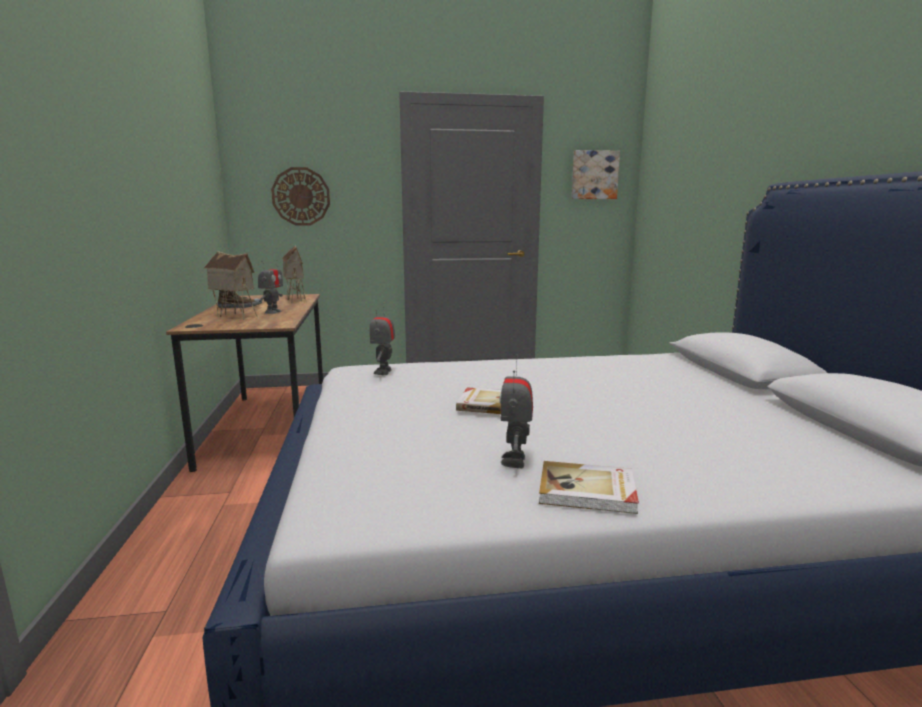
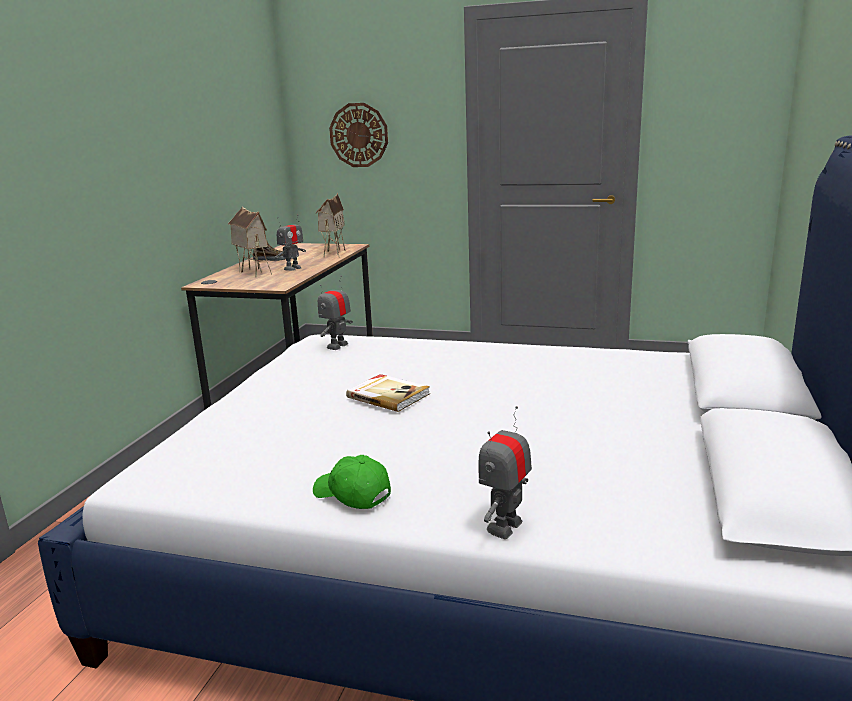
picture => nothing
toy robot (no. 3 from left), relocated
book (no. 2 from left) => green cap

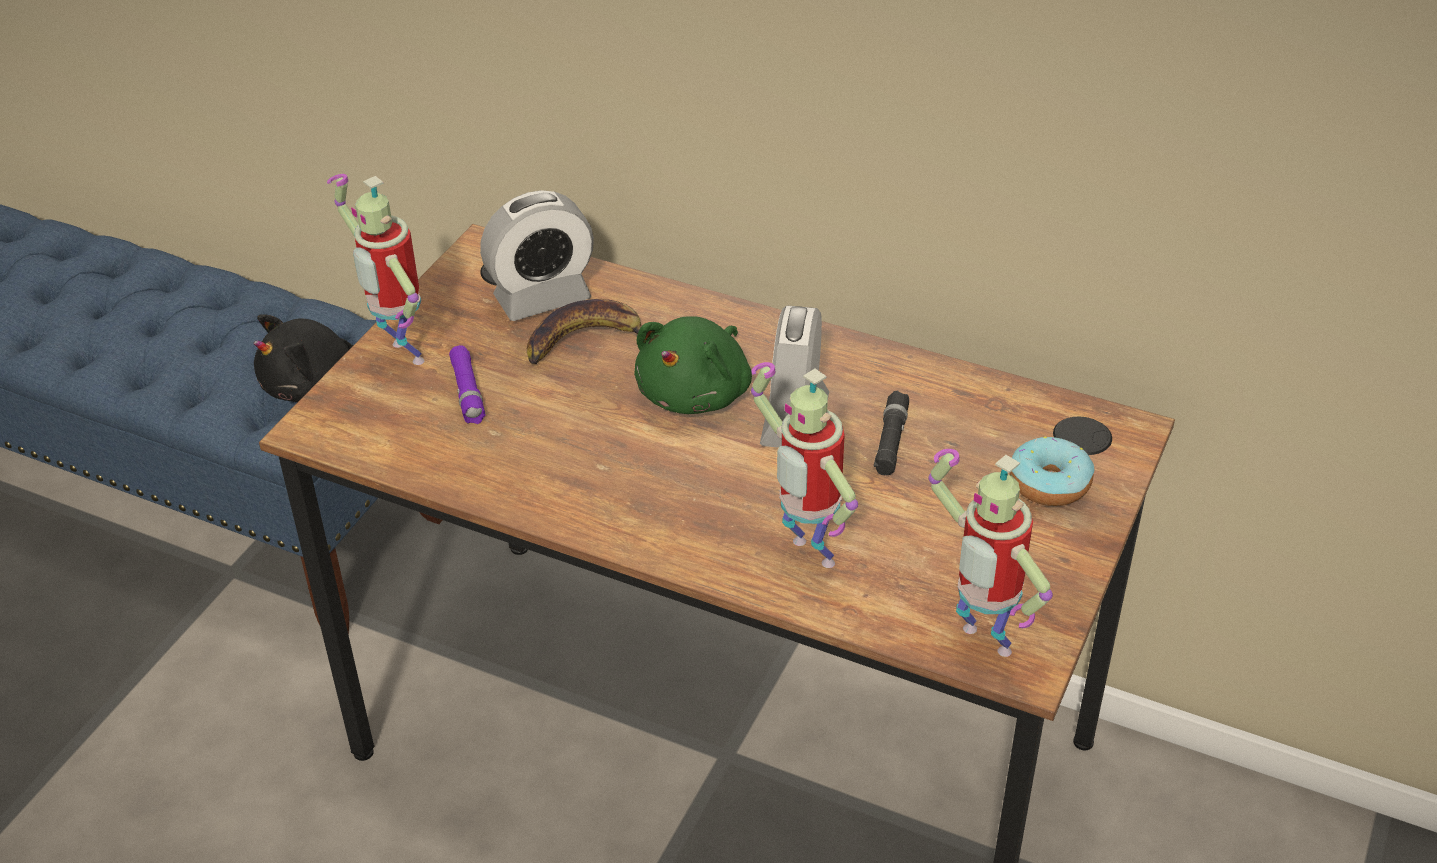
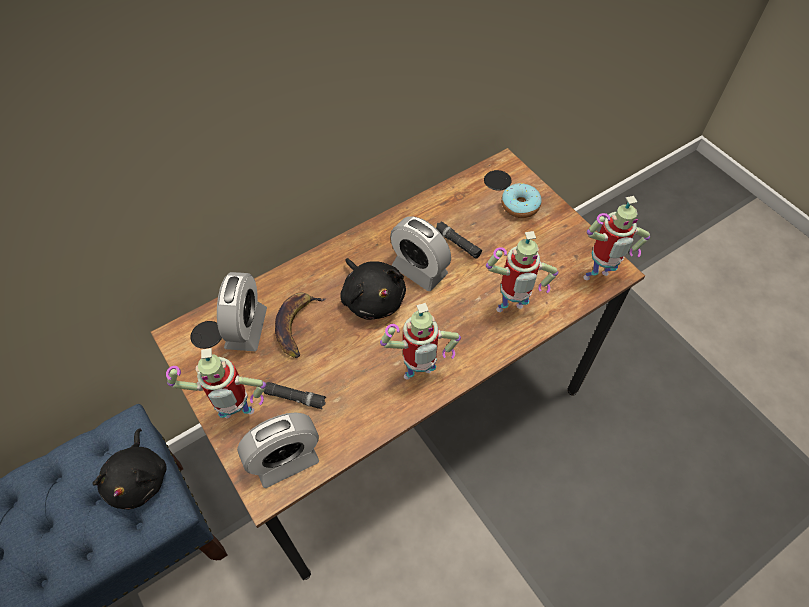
green plush toy => black plush toy (no. 2 from left)
purple flashlight => black flashlight (no. 1 from left)
nothing => toy robot (no. 2 from left)
nothing => alarm clock (no. 2 from left)

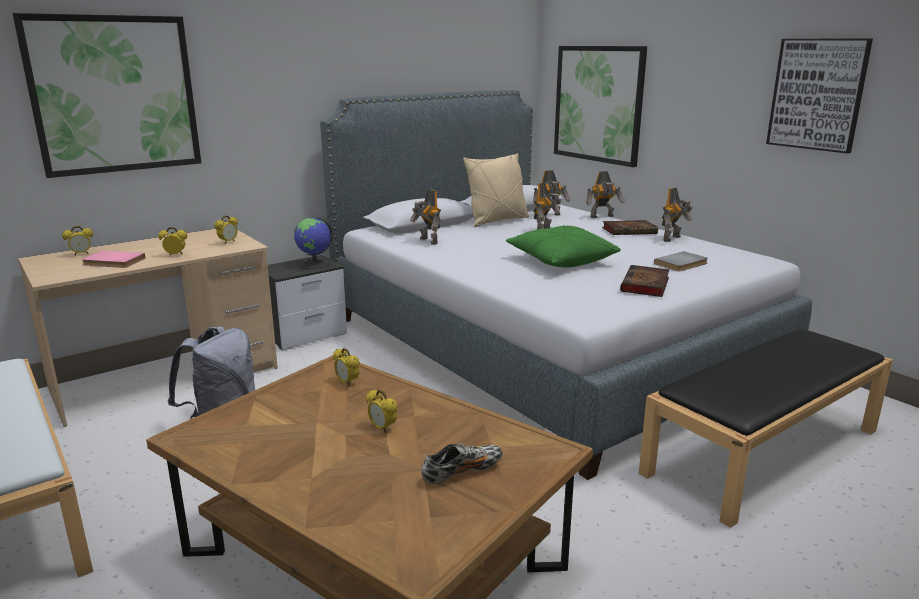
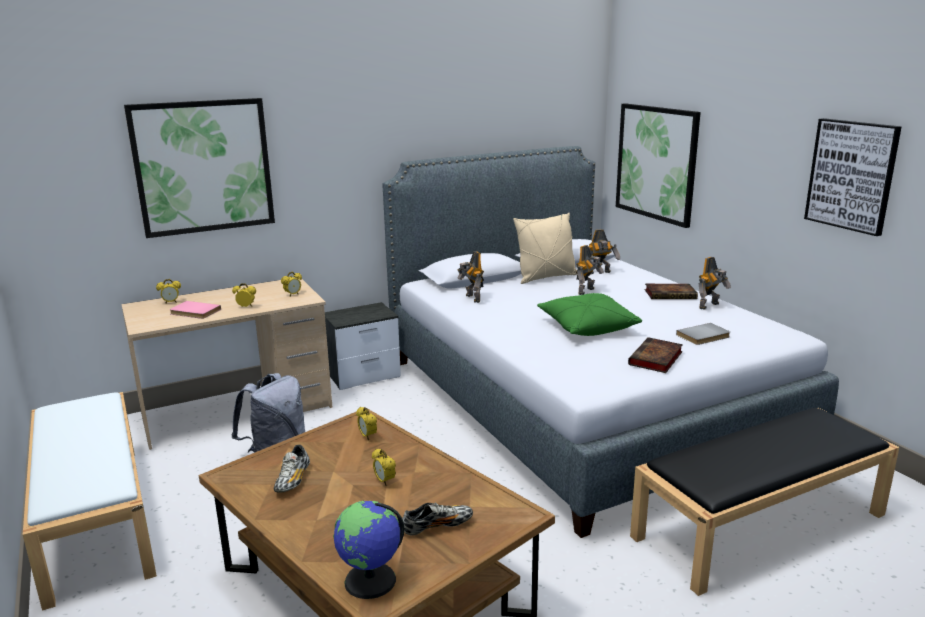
toy robot (no. 4 from left) => nothing
globe, relocated
nothing => shoe (no. 1 from left)

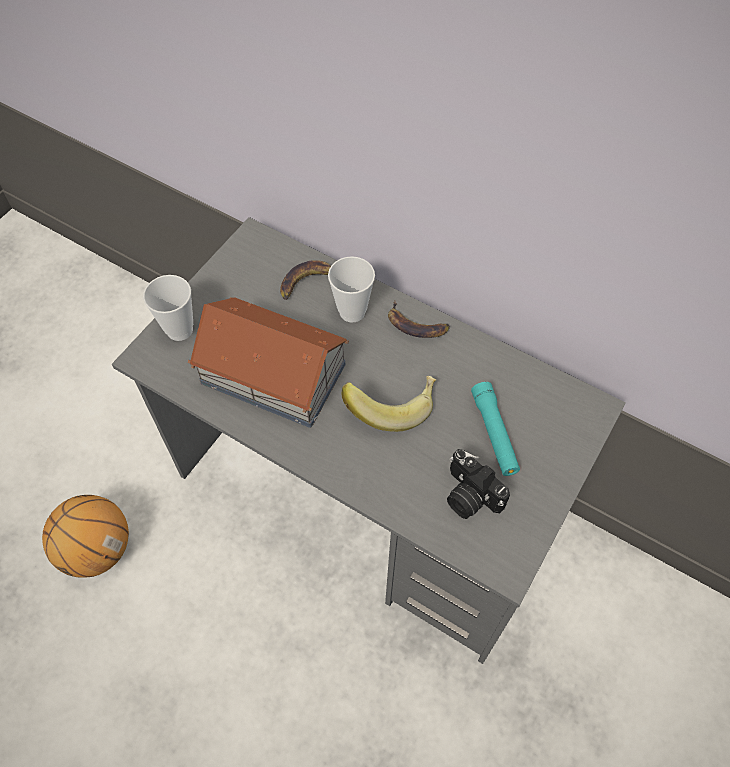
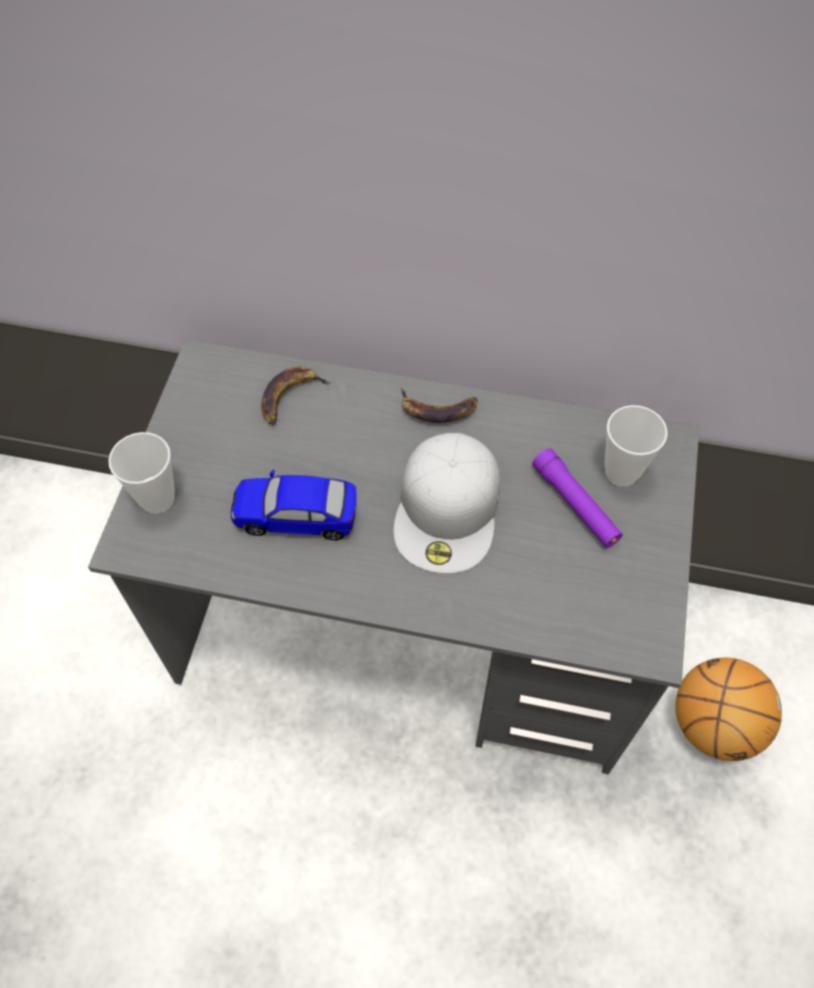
cup (no. 2 from left), relocated
toy house => toy car
banana (no. 2 from left) => white cap
turquoise flashlight => purple flashlight
photo camera => nothing
basketball, relocated

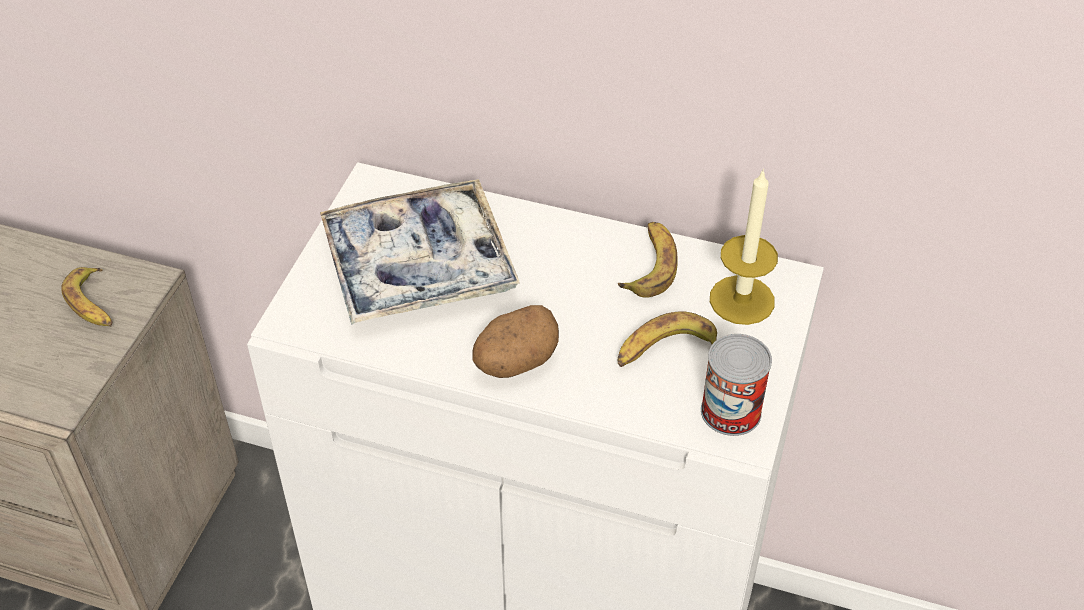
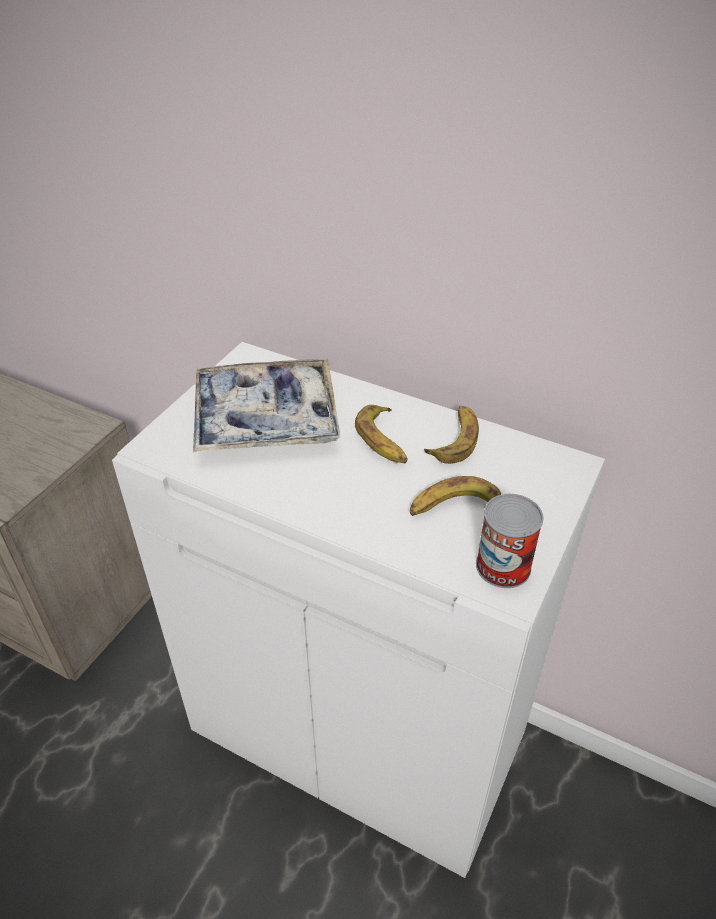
candle => nothing
banana (no. 1 from left), relocated
potato => nothing

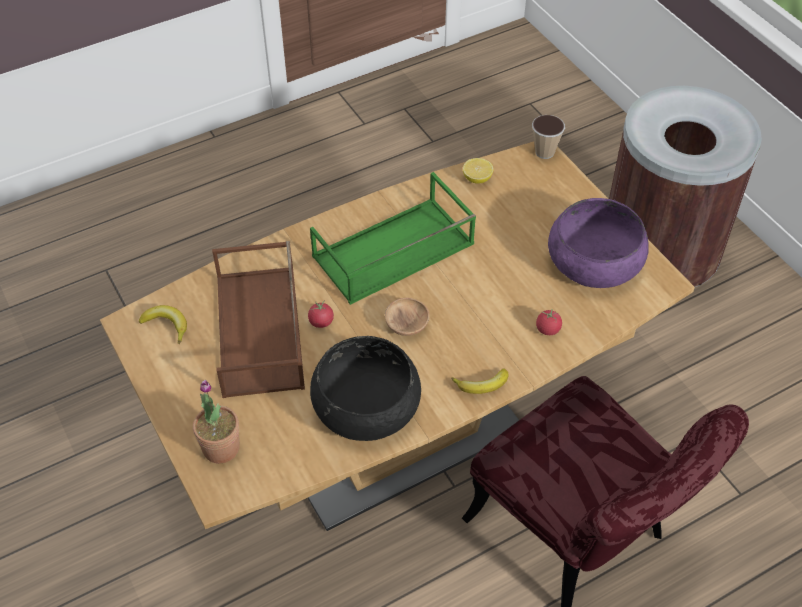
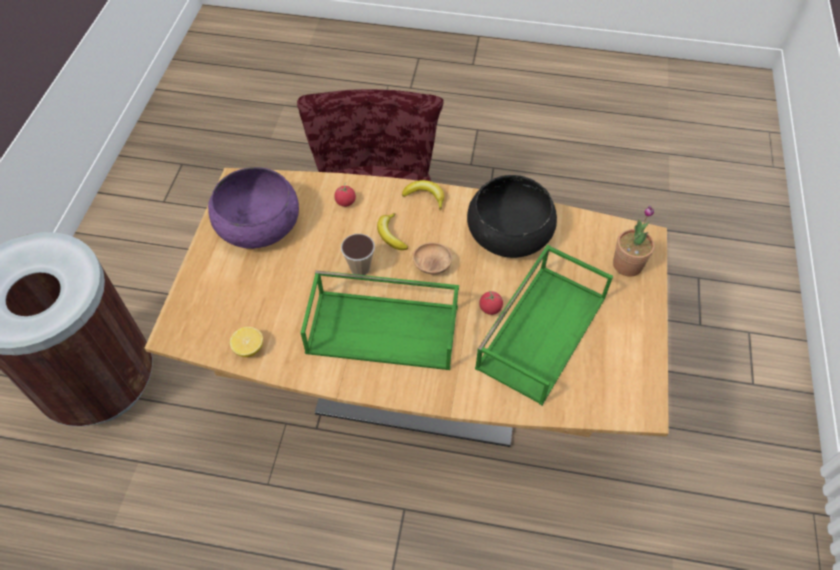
cup, relocated
brown tray => green tray (no. 2 from left)
banana (no. 1 from left), relocated

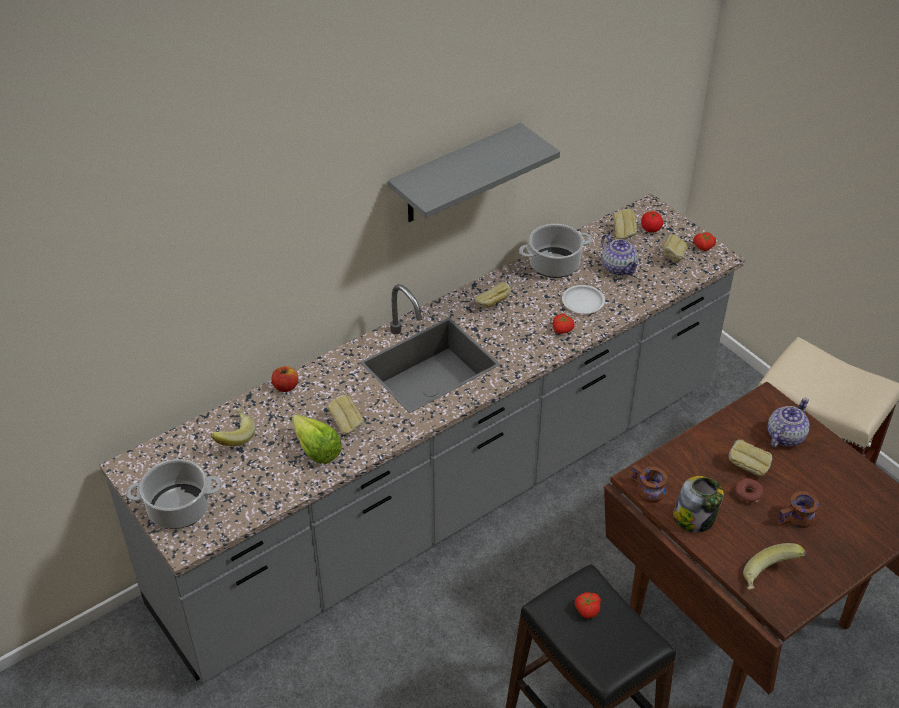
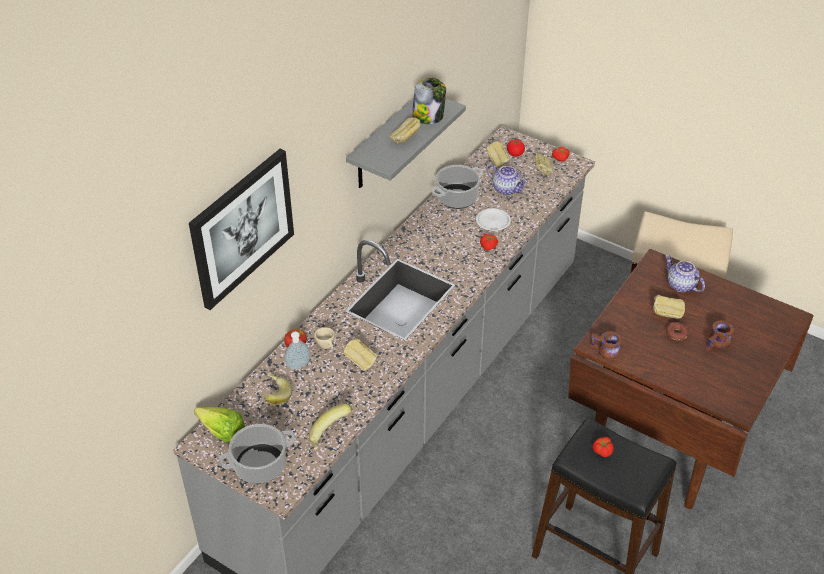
bread (no. 2 from left), relocated
teapot (no. 2 from left), 60 degrees counterclockwise
lettuce, relocated
jar, relocated
banana (no. 2 from left), relocated
nothing => picture
nothing => beige cup
nothing => soap dispenser

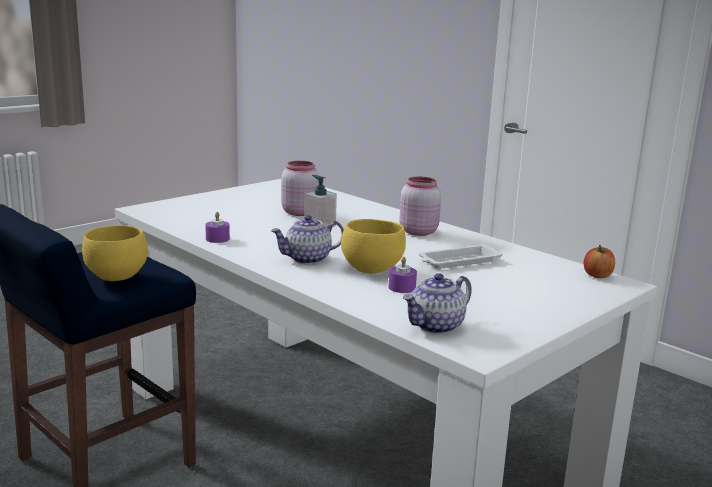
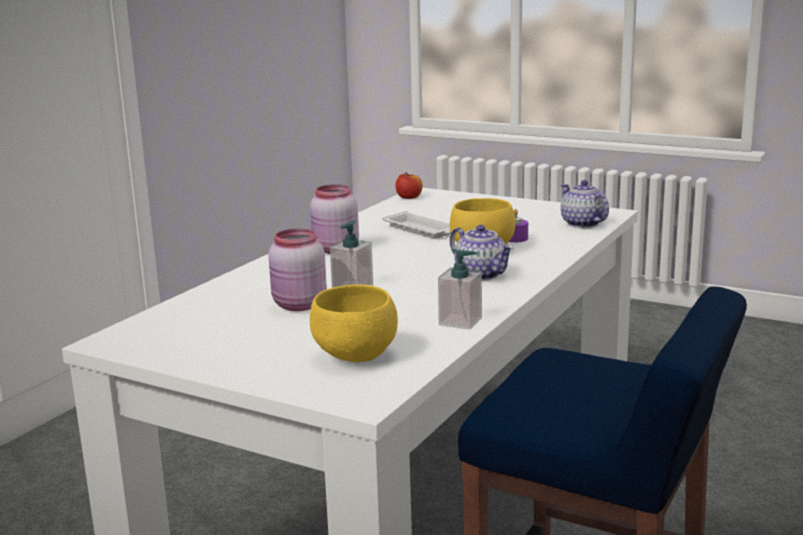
purple candle (no. 1 from left) => soap dispenser (no. 2 from left)
yellow bowl (no. 1 from left), relocated
teapot (no. 2 from left), 150 degrees counterclockwise

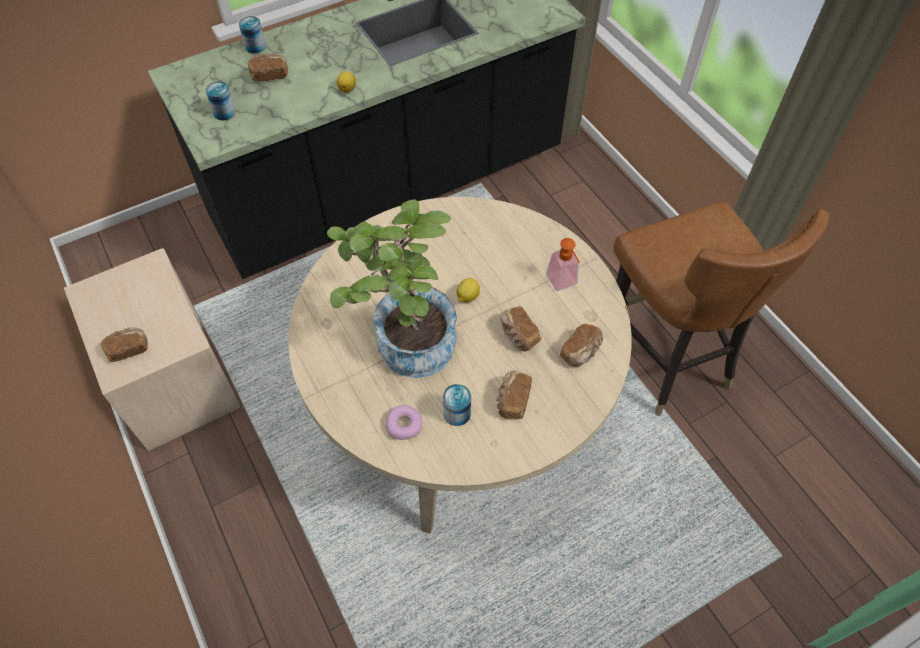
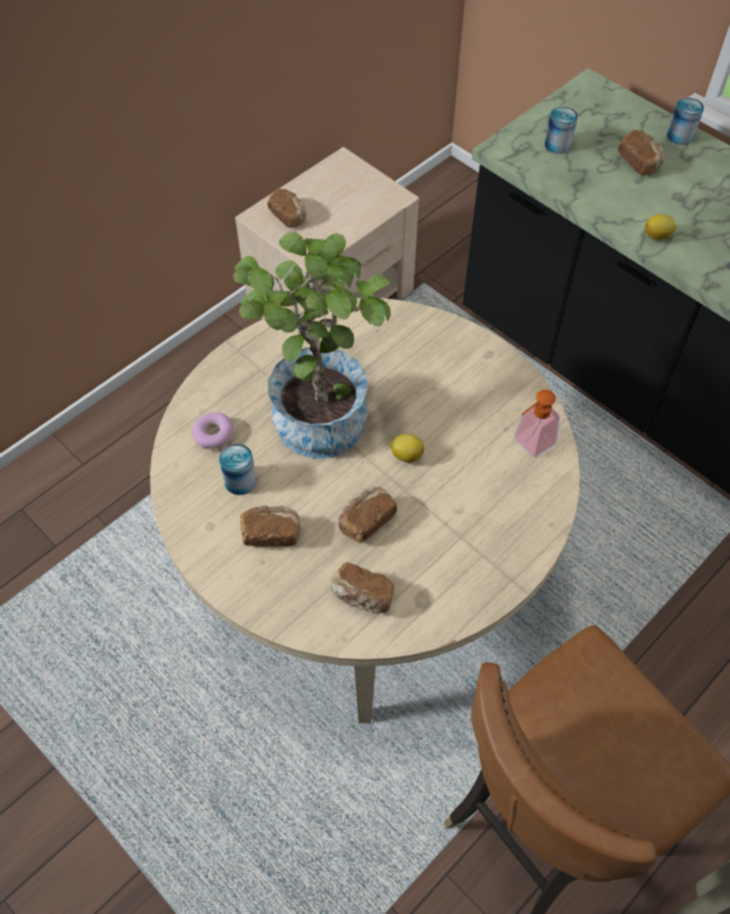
soap dispenser, relocated

